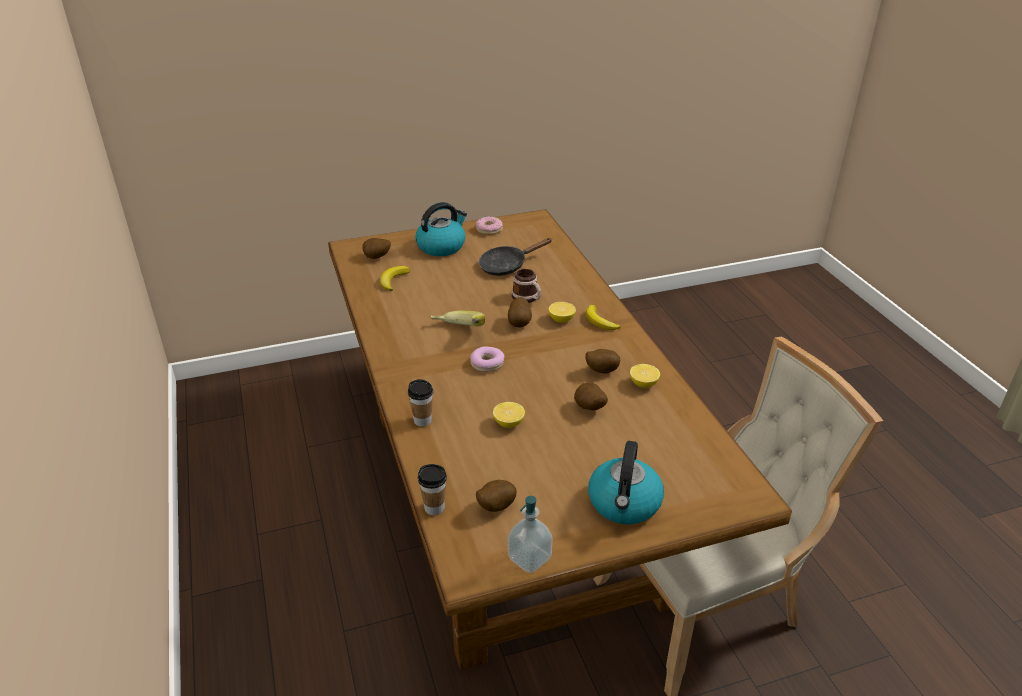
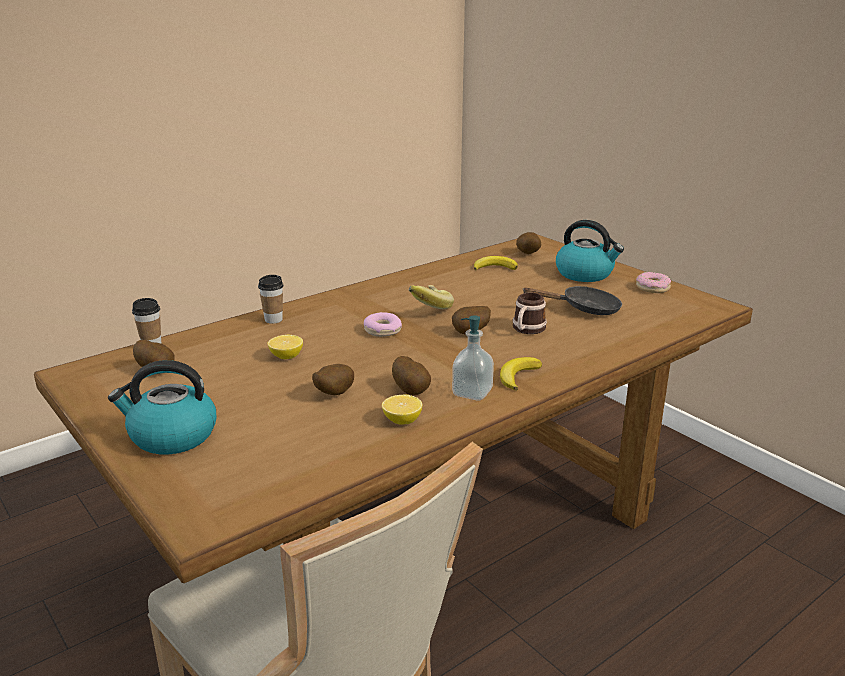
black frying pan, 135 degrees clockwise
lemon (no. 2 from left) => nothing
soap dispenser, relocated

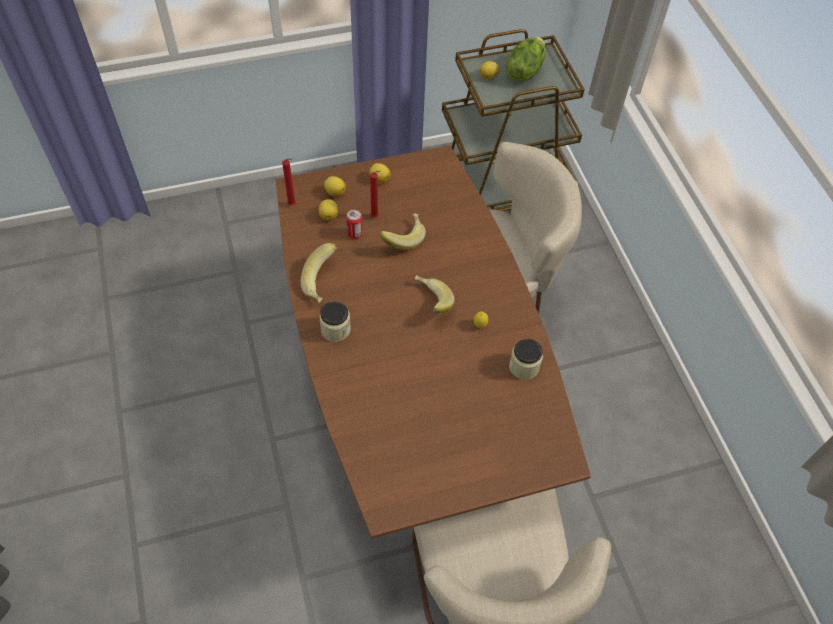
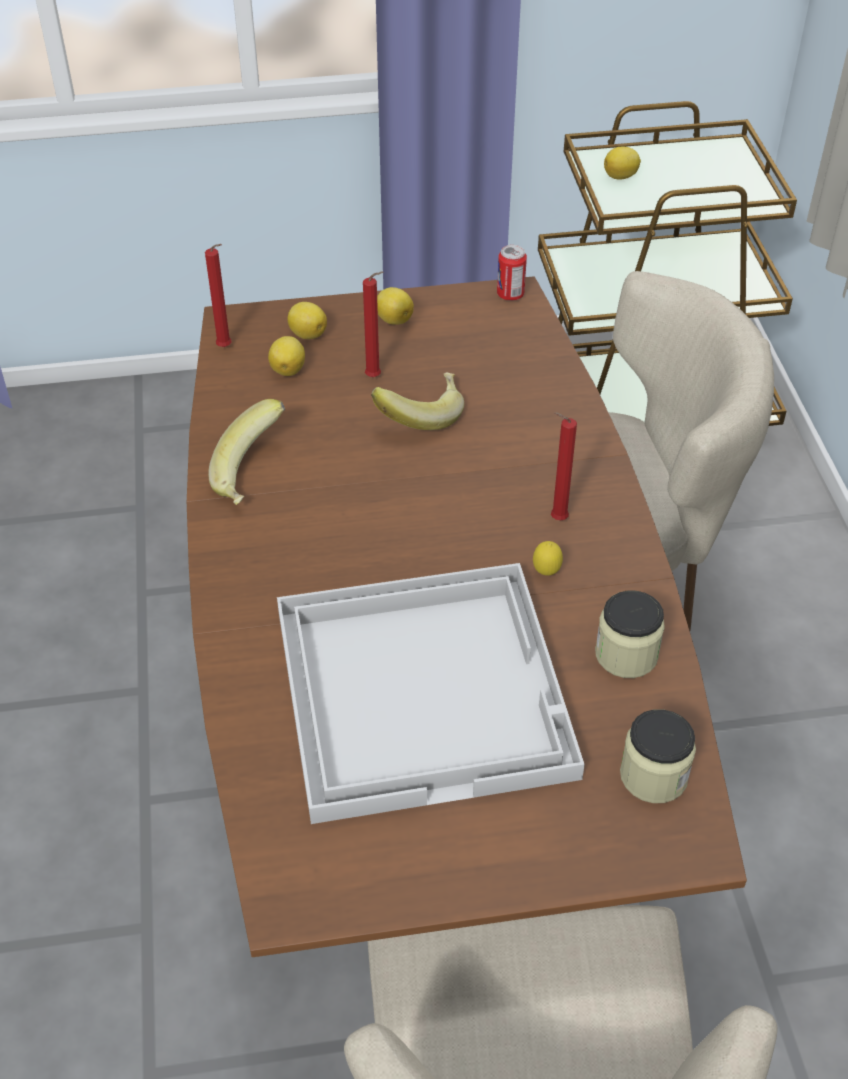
lettuce => nothing
can, relocated
banana (no. 3 from left) => nothing
jar (no. 1 from left in the first image) => jar (no. 2 from left), relocated
nothing => red candle (no. 3 from left)
nothing => white tray

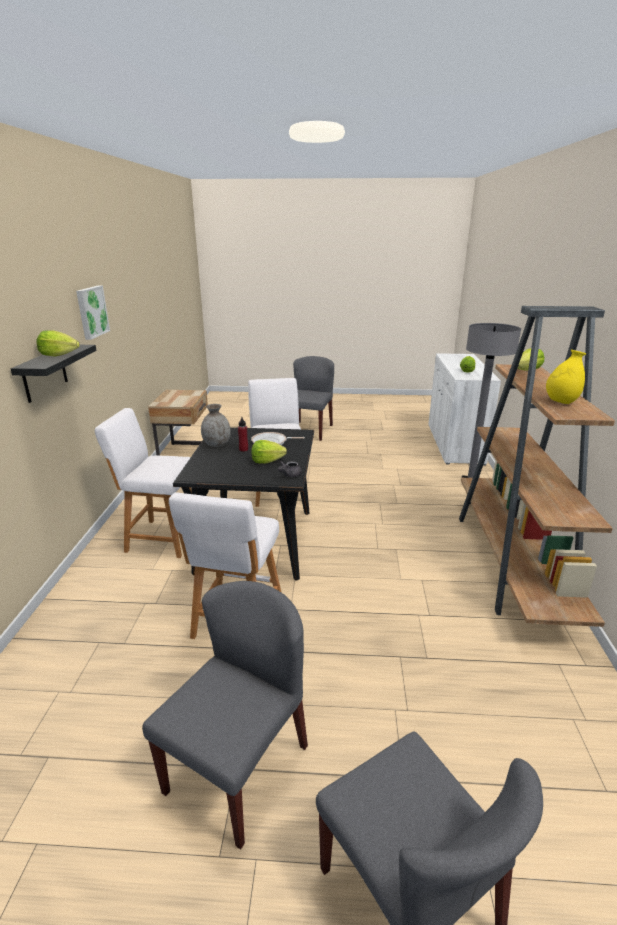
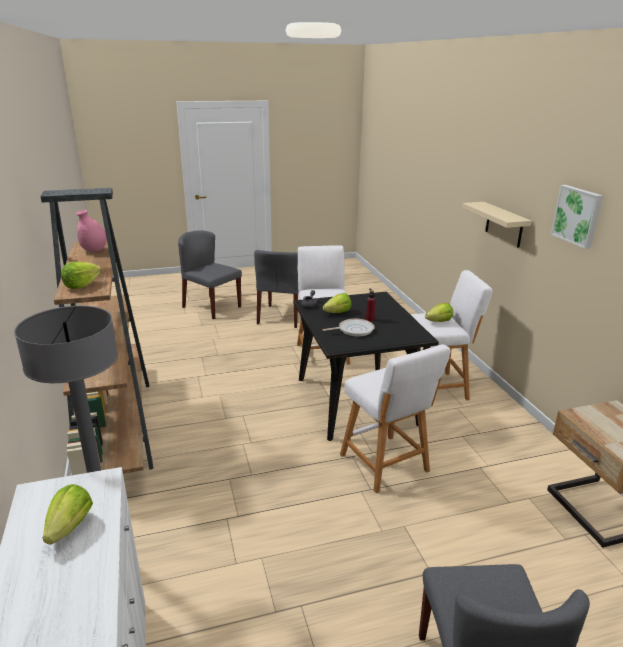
lettuce (no. 1 from left in the first image) => lettuce (no. 4 from left), relocated
black shelf => beige shelf
yellow vase => pink vase
grey vase => nothing

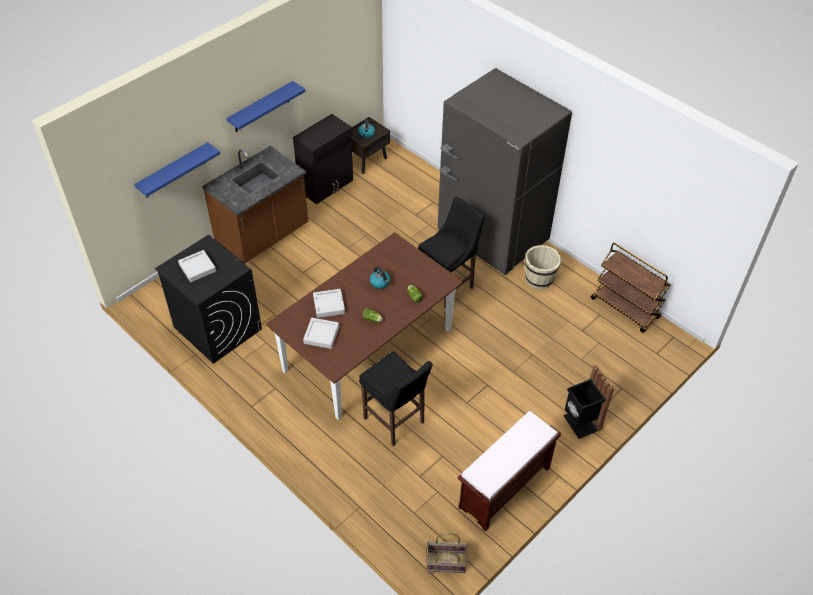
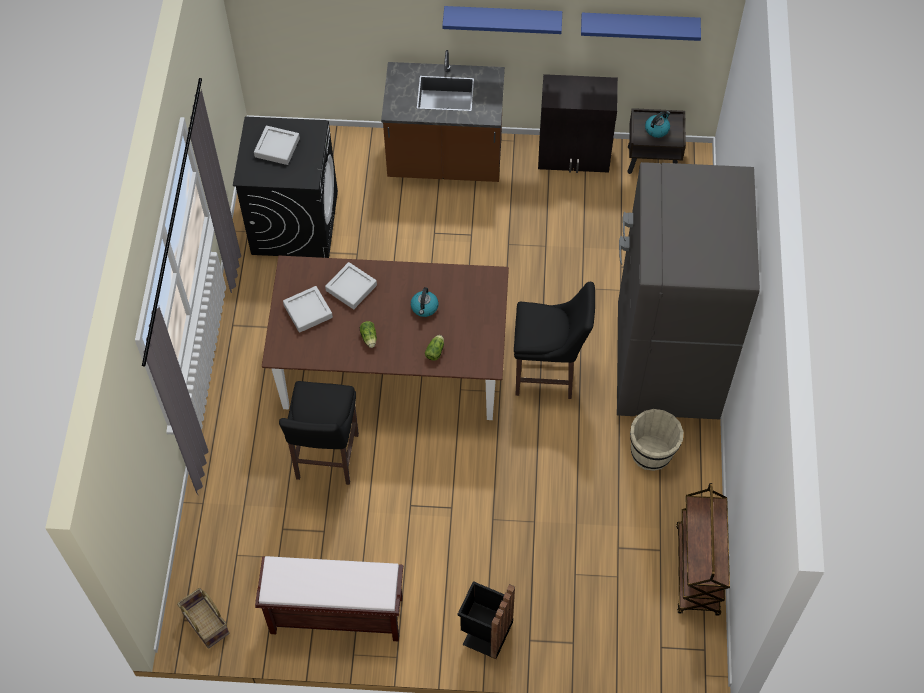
blue shelf (no. 1 from left in the first image) => blue shelf (no. 2 from left), relocated

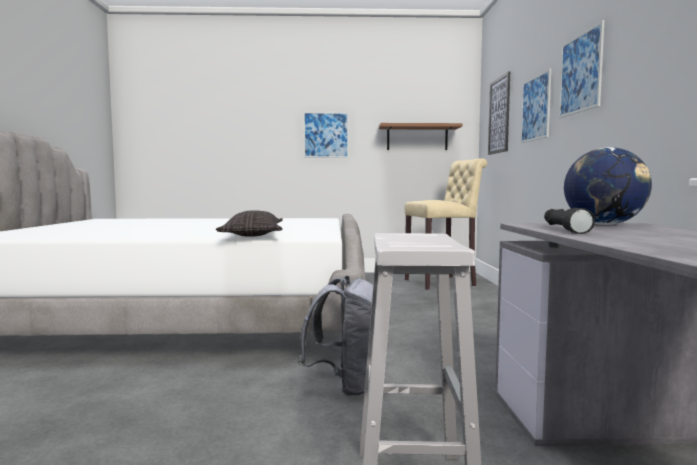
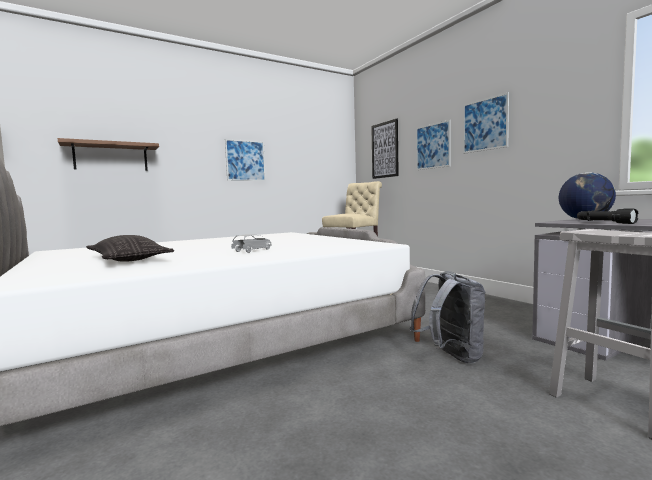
brown shelf, relocated
pillow, relocated
nothing => grey toy car

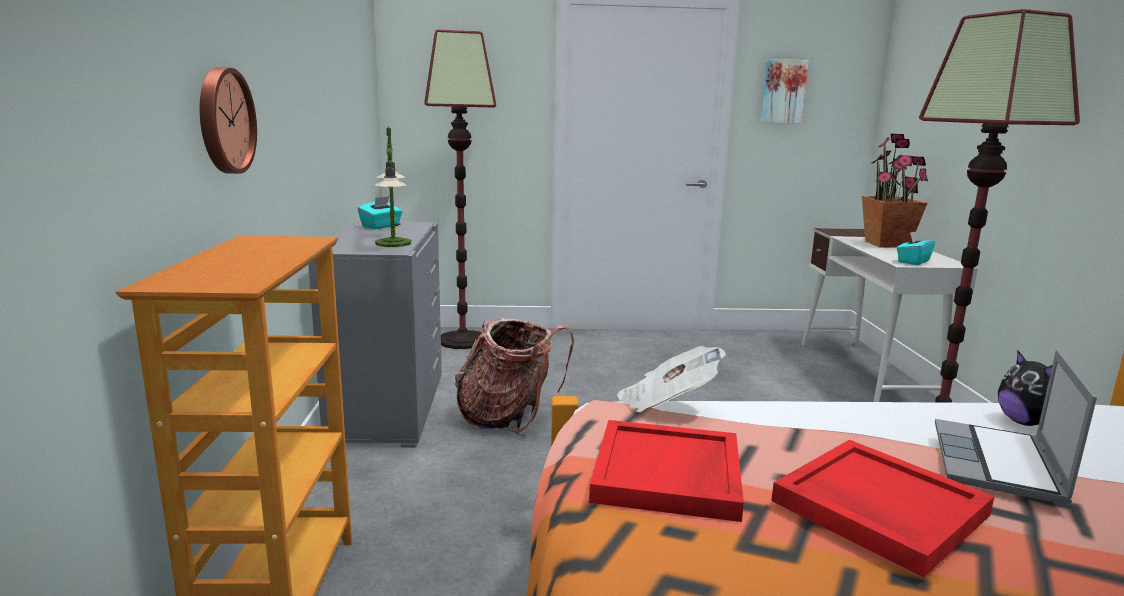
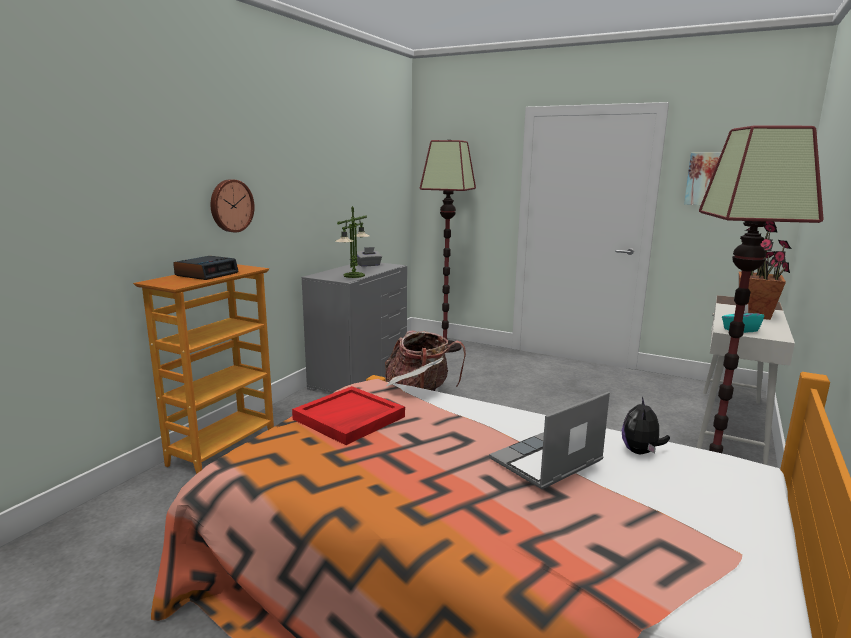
turquoise tissue box (no. 1 from left) => grey tissue box
red tray (no. 2 from left) => nothing
nothing => alarm clock

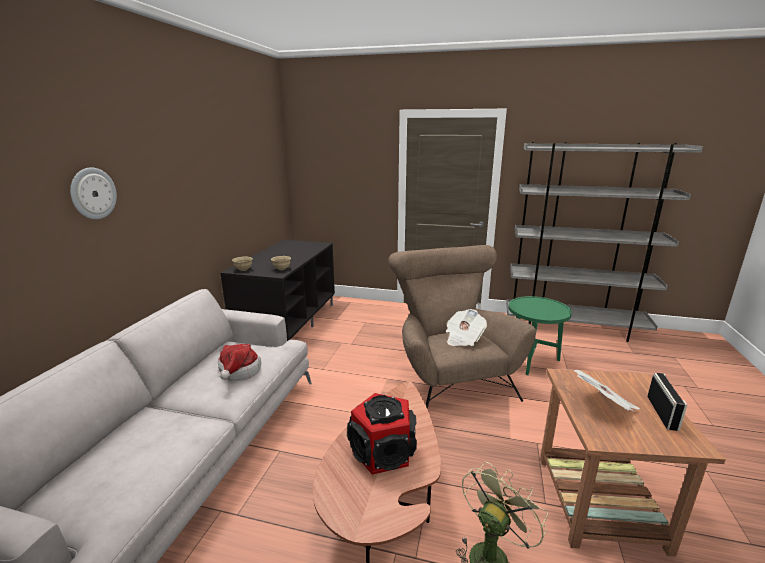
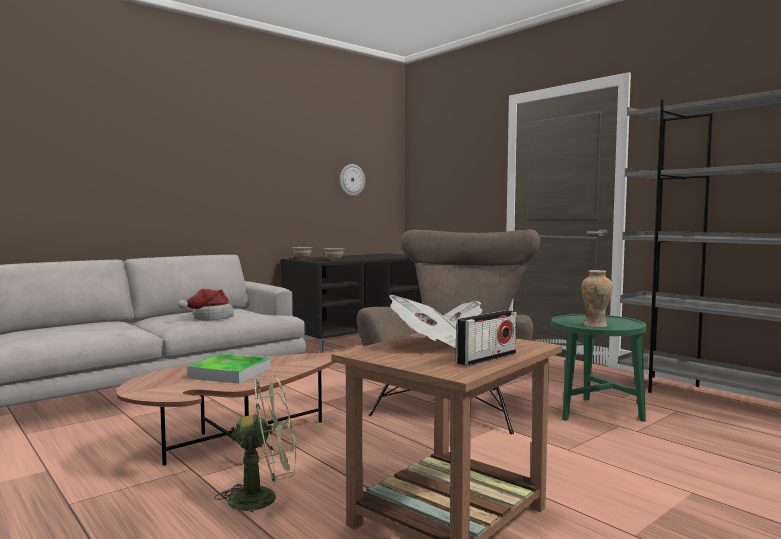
wall clock, relocated
speaker => tray
nothing => vase

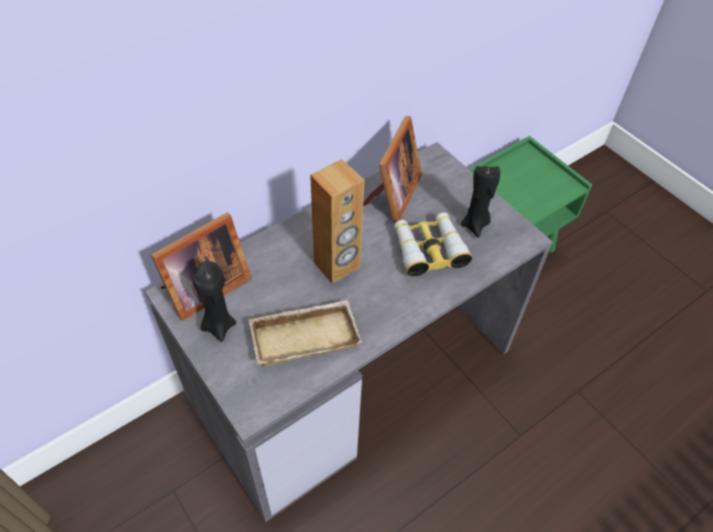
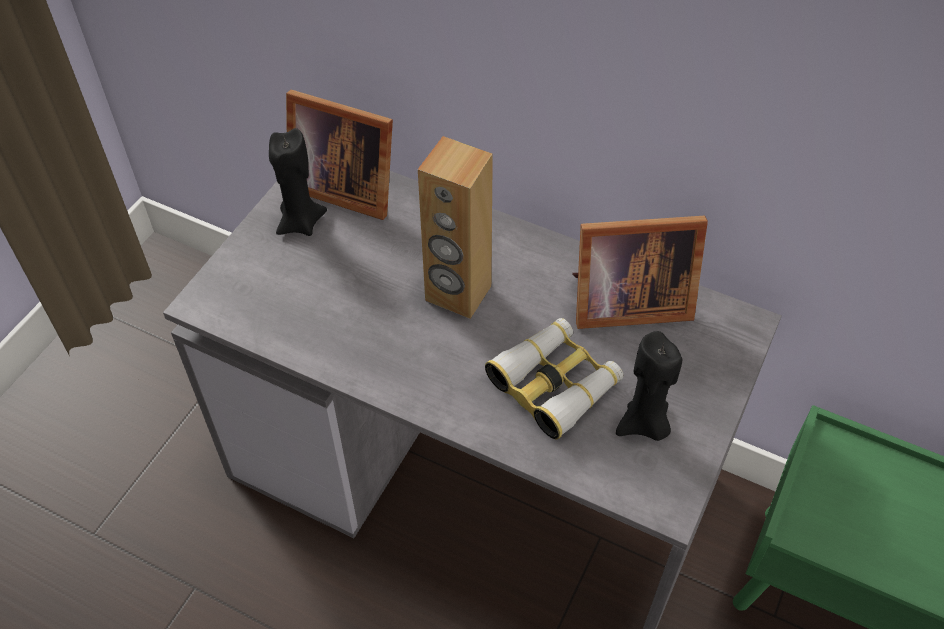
beige tray => nothing

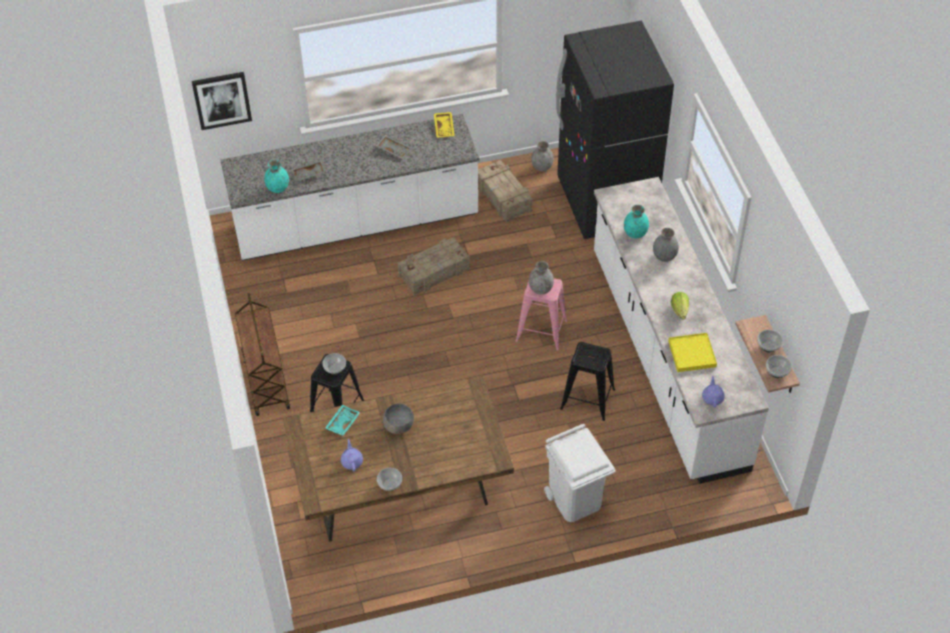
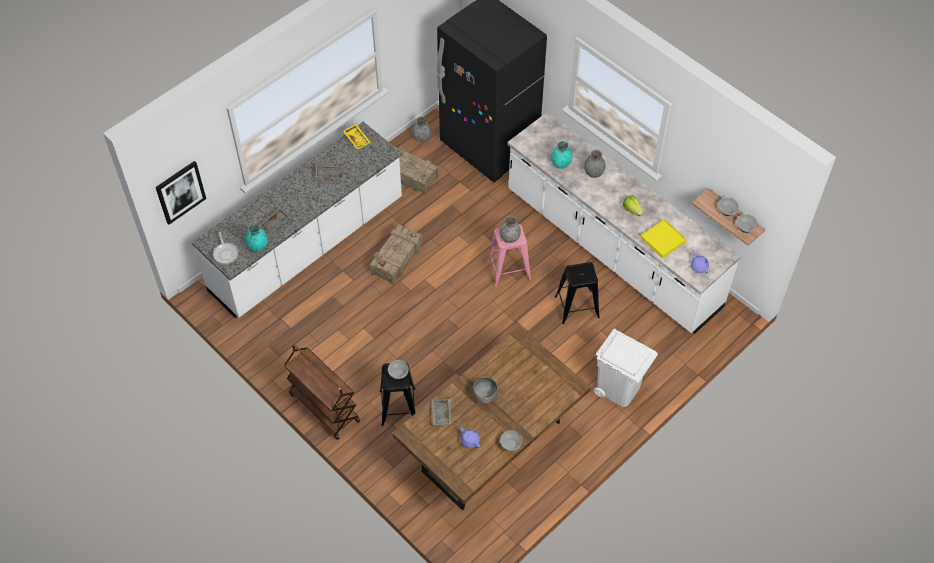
turquoise tray => grey tray (no. 3 from left)
nothing => frying pan

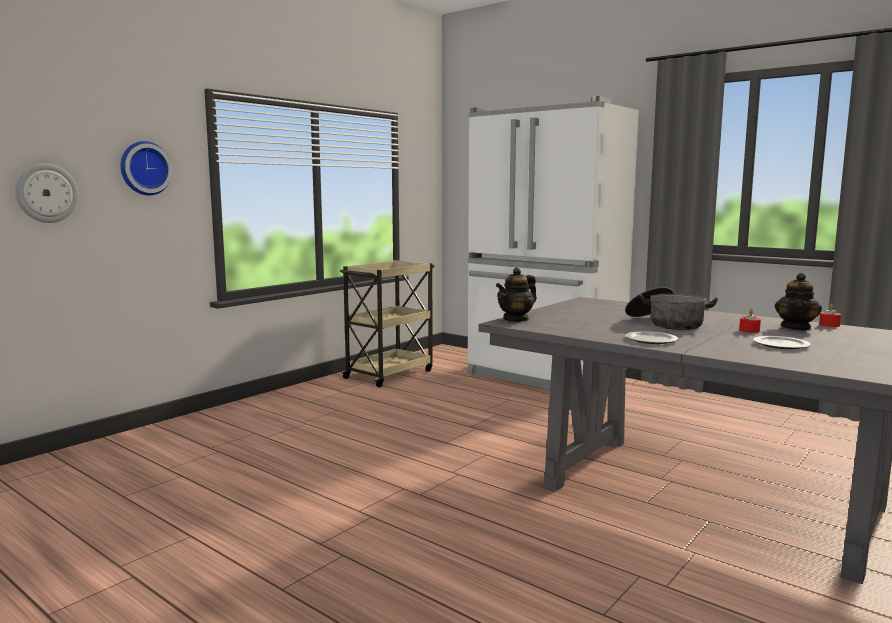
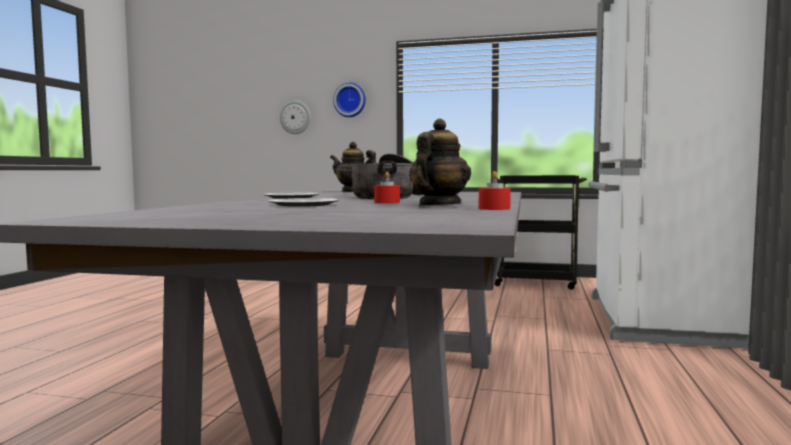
beige cart => black cart
teapot (no. 2 from left), 120 degrees clockwise

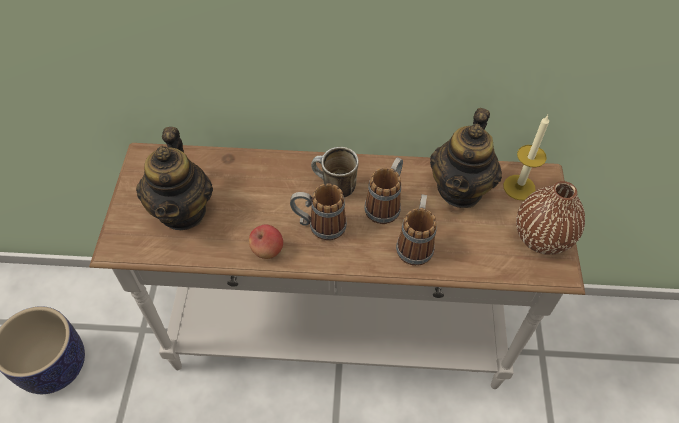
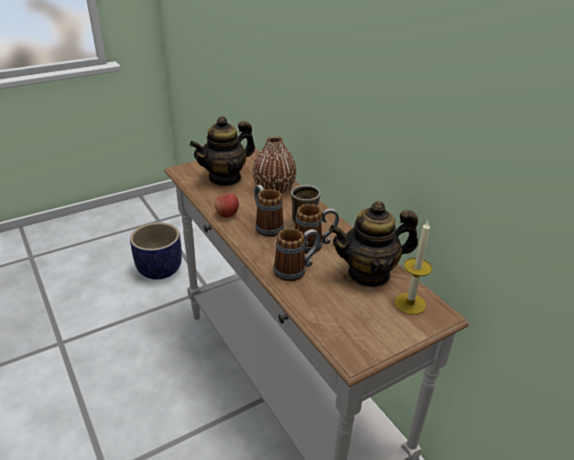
brown vase, relocated

